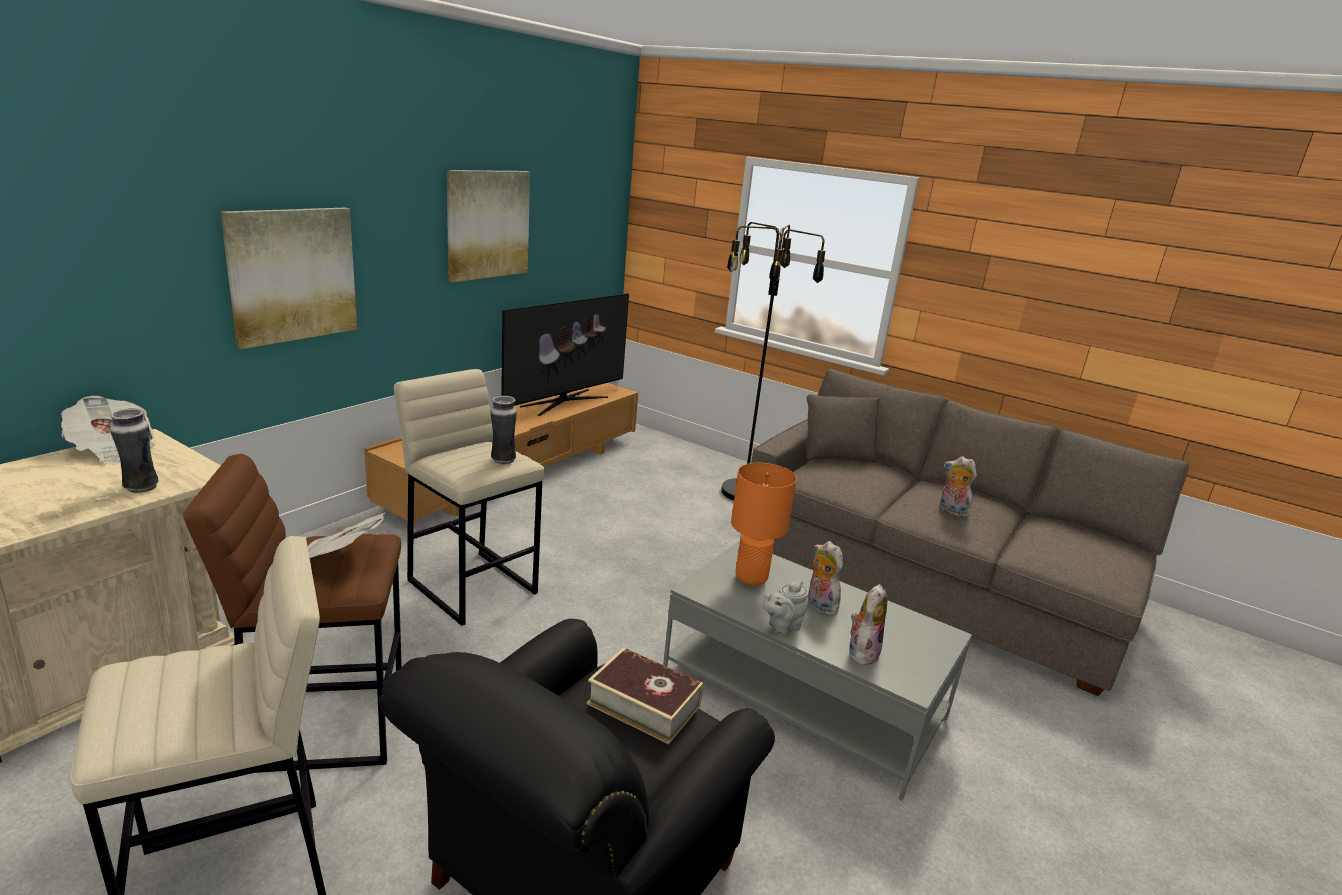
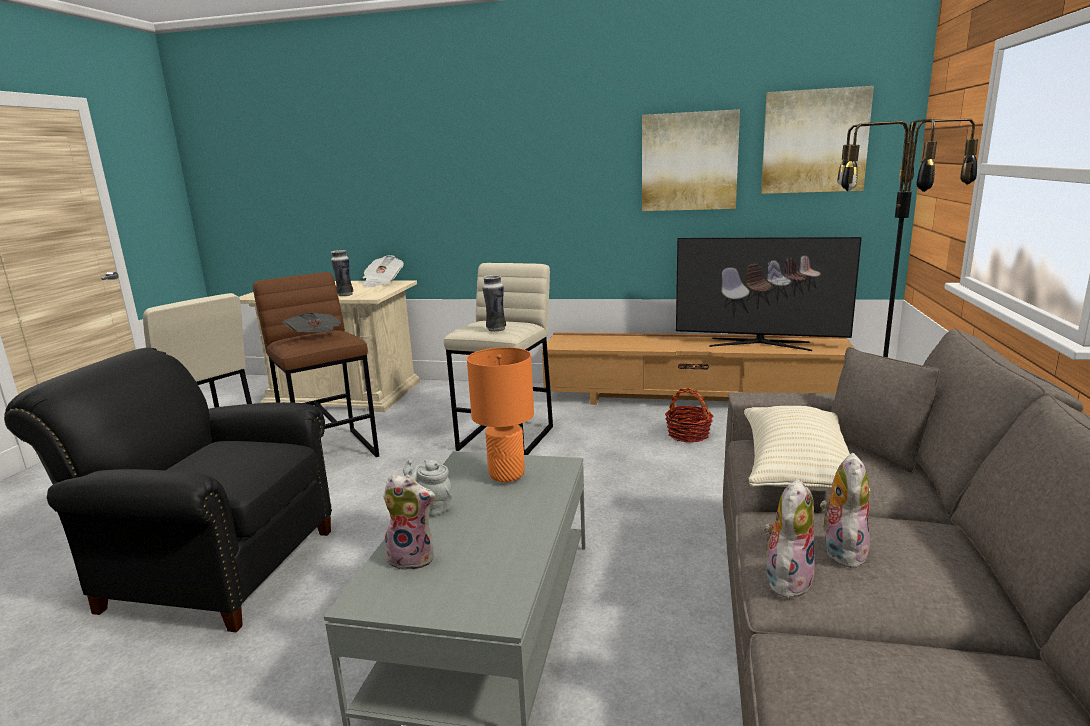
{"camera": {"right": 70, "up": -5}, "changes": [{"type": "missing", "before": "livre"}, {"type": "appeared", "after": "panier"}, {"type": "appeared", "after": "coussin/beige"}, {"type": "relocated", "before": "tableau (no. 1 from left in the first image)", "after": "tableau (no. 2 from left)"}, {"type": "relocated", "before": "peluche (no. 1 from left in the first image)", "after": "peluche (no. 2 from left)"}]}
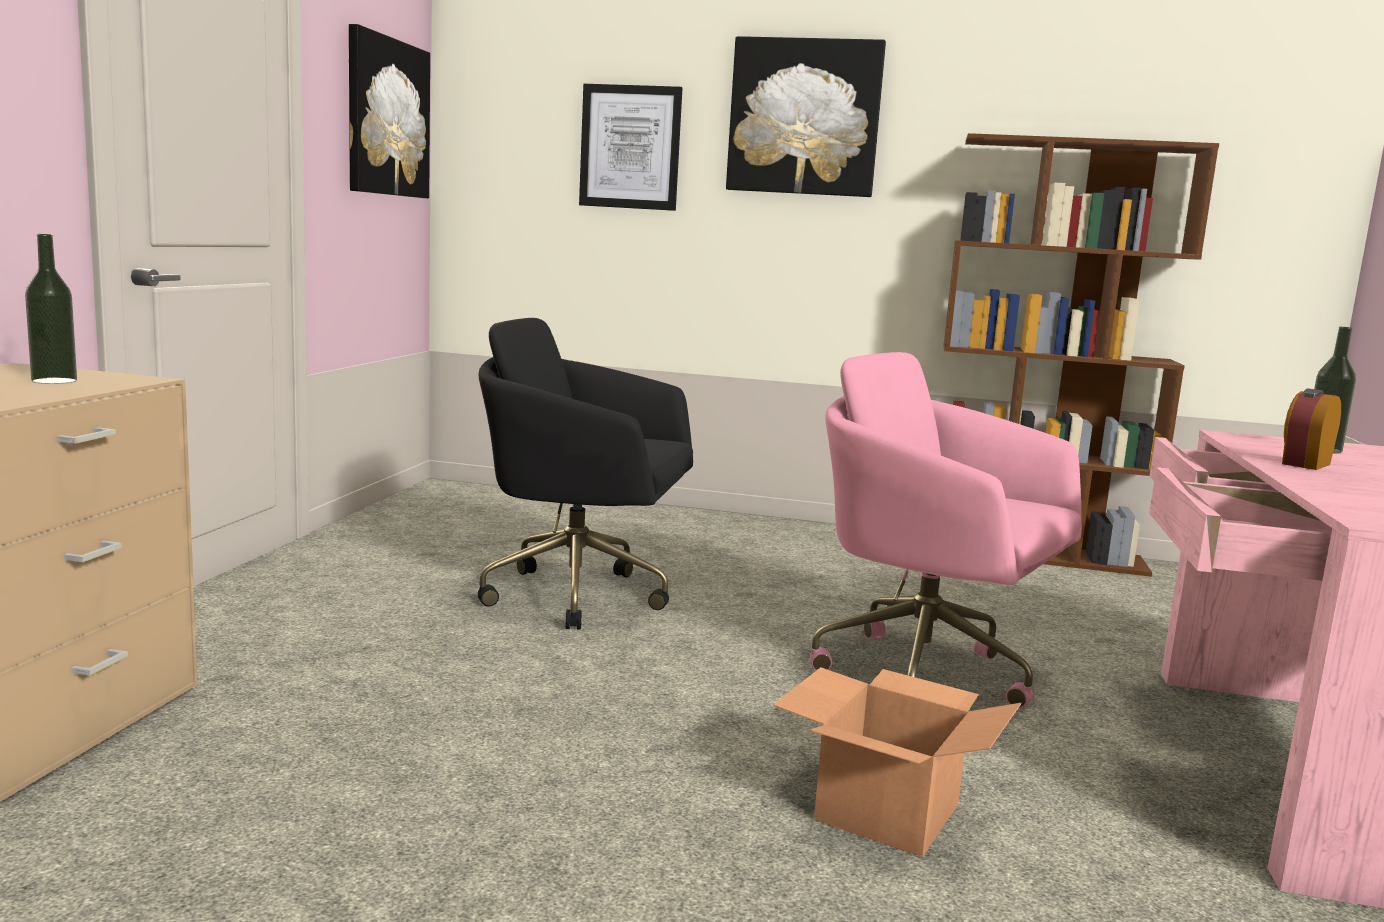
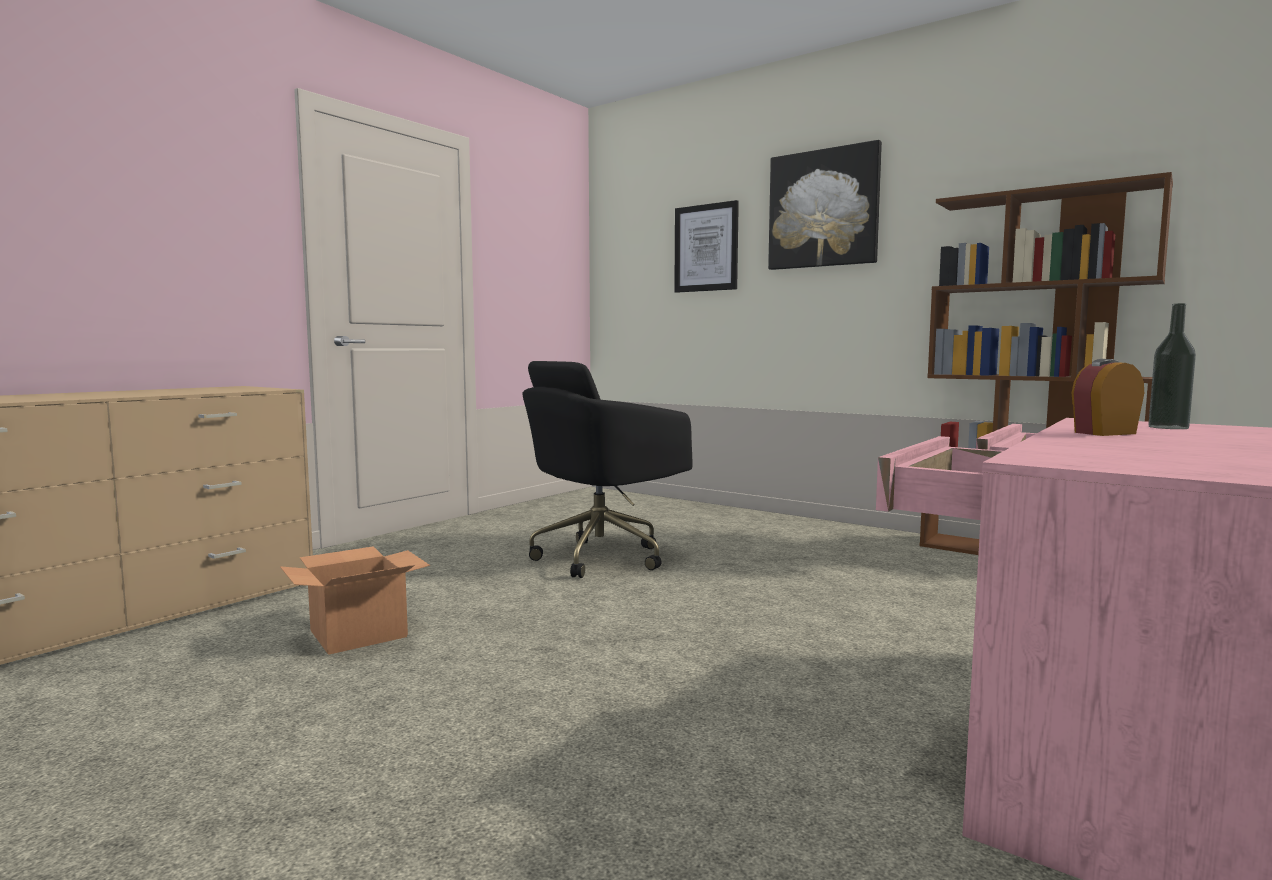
{"camera": {"right": 25, "up": -5}, "changes": [{"type": "missing", "before": "bouteille (no. 1 from left)"}, {"type": "missing", "before": "tableau (no. 1 from left)"}, {"type": "missing", "before": "chaise de bureau/rose"}, {"type": "relocated", "before": "carton"}, {"type": "spun", "before": "chaise de bureau/noir", "turn": -75}]}
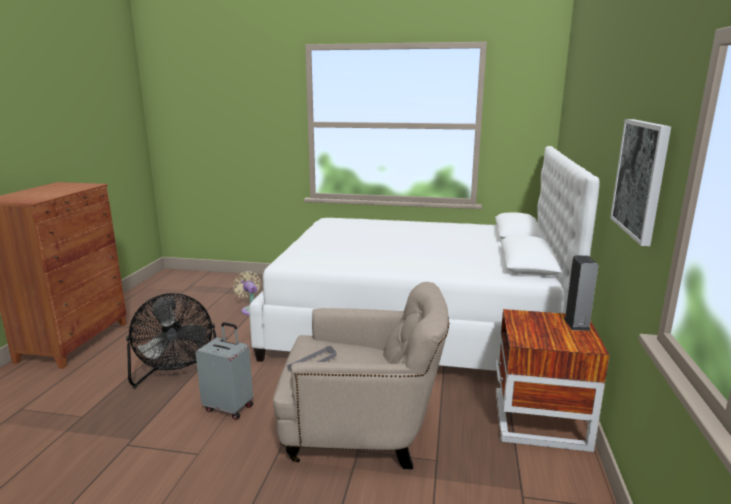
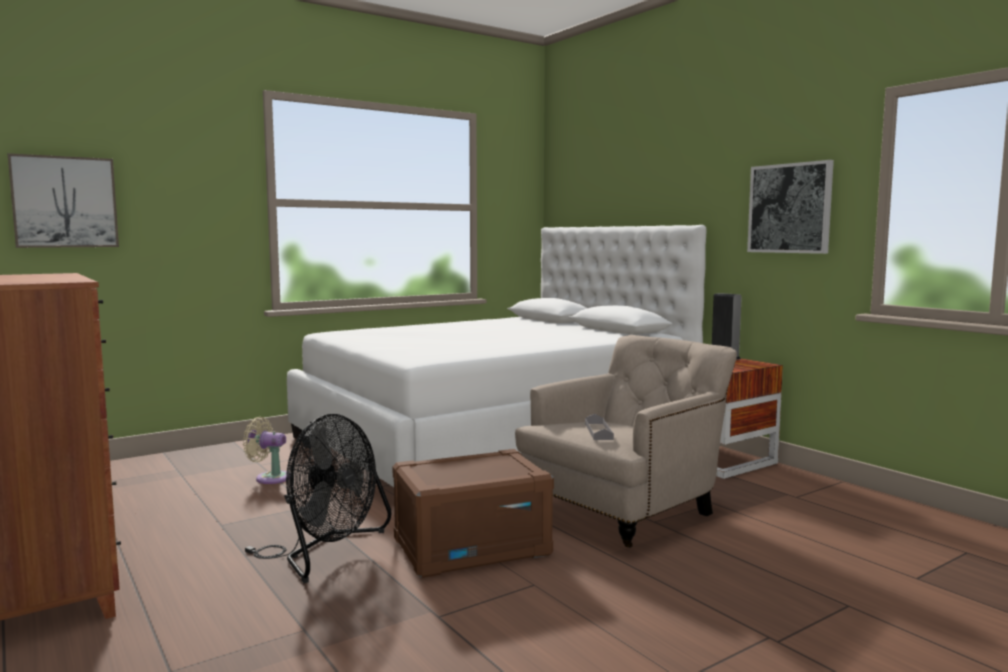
{"camera": {"right": -45, "up": -10}, "changes": [{"type": "appeared", "after": "tableau (no. 1 from left)"}, {"type": "exchanged", "before": "valise/gris", "after": "boîte de rangement/marron"}]}
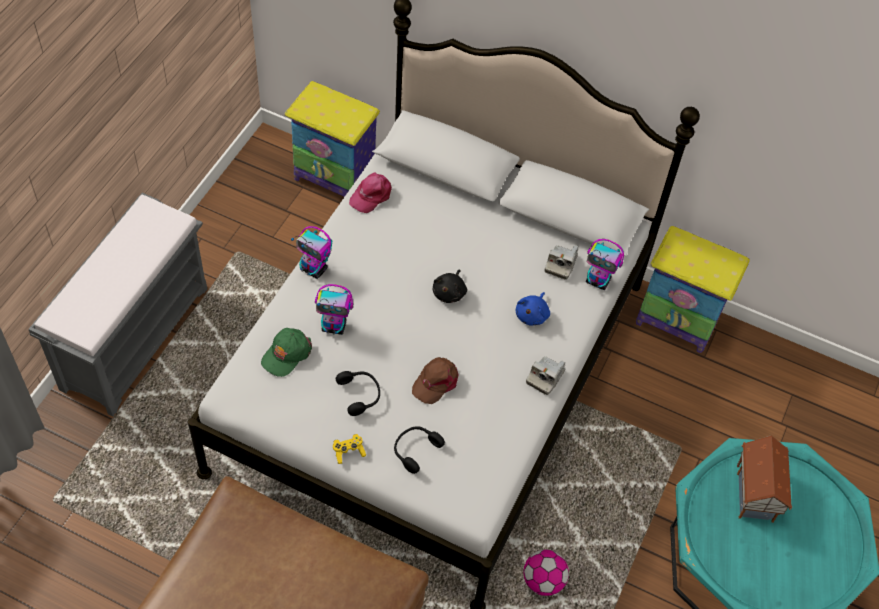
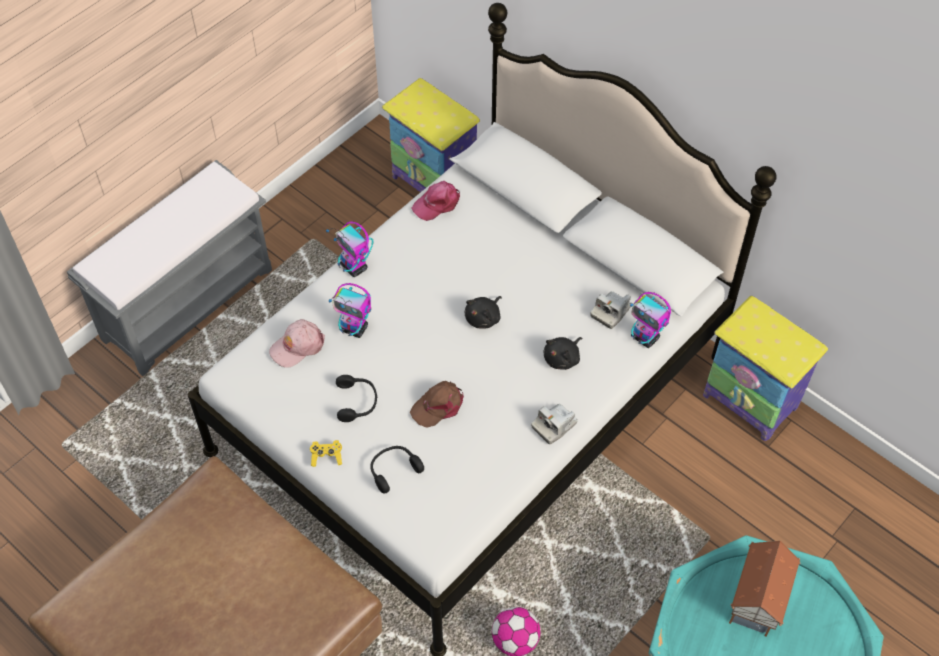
{"camera": {"right": 20, "up": 0}, "changes": [{"type": "colour", "before": "casquette/vert", "after": "casquette/rose (no. 1 from left)"}, {"type": "colour", "before": "peluche/bleu", "after": "peluche/noir (no. 2 from left)"}]}
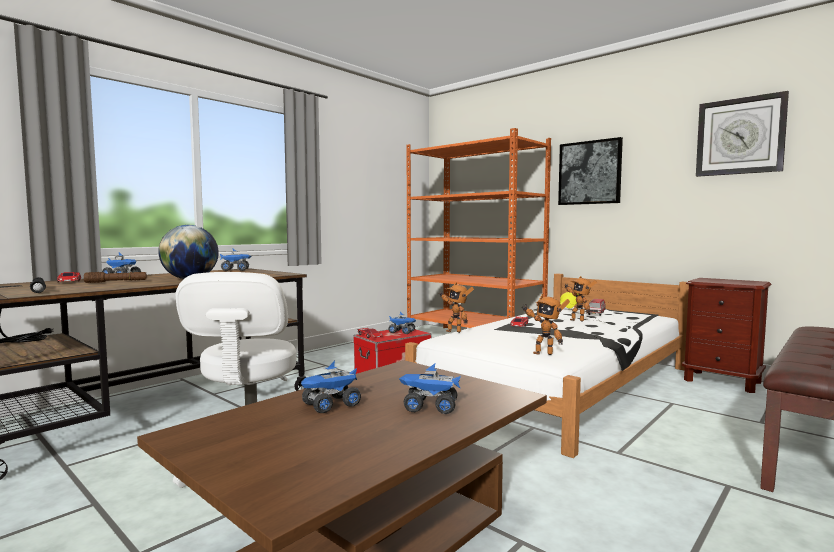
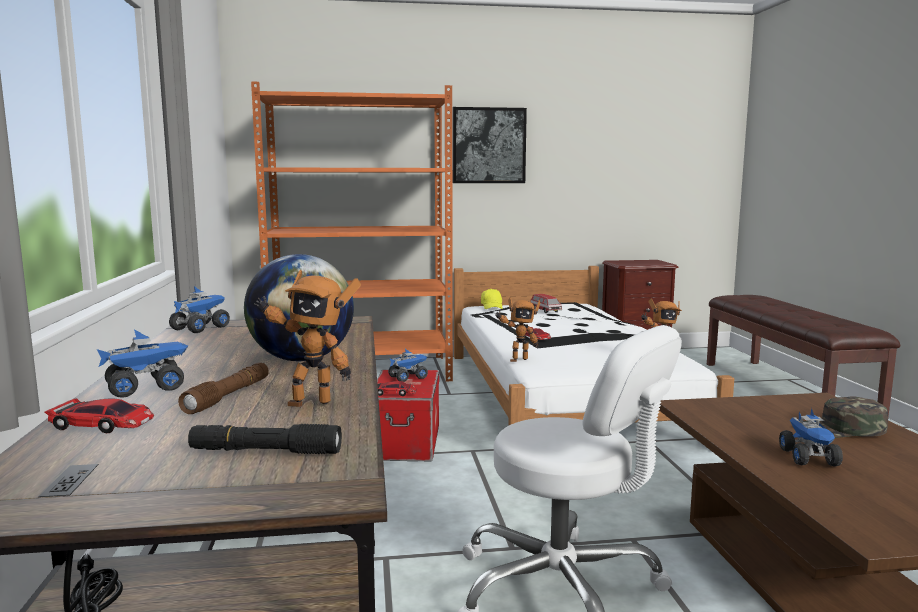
{"camera": {"right": -50, "up": 5}, "changes": [{"type": "missing", "before": "horloge murale"}, {"type": "relocated", "before": "robot jouet (no. 3 from left in the first image)", "after": "robot jouet (no. 1 from left)"}, {"type": "exchanged", "before": "camion jouet (no. 5 from left)", "after": "casquette/vert"}]}
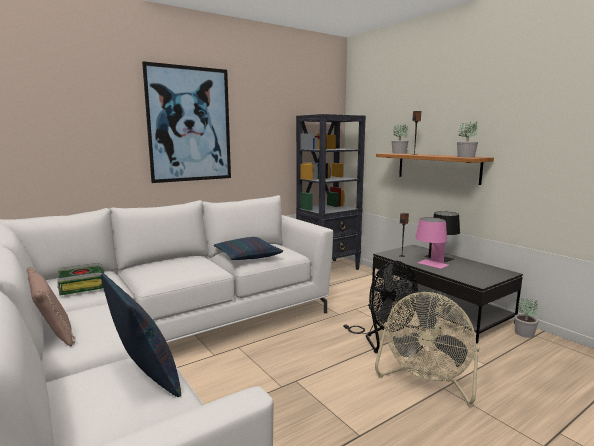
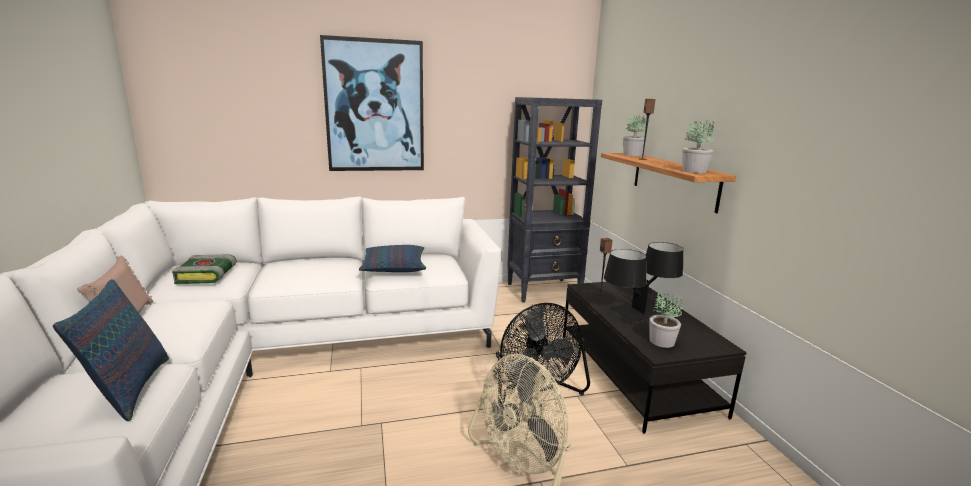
{"camera": {"right": 20, "up": 5}, "changes": [{"type": "relocated", "before": "plante en pot (no. 3 from left in the first image)", "after": "plante en pot (no. 2 from left)"}, {"type": "colour", "before": "lampe de table/rose", "after": "lampe de table/noir (no. 1 from left)"}]}
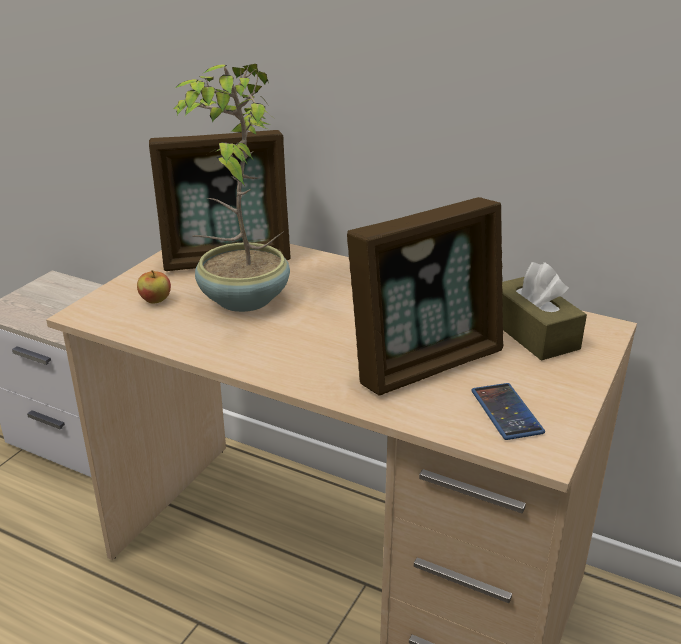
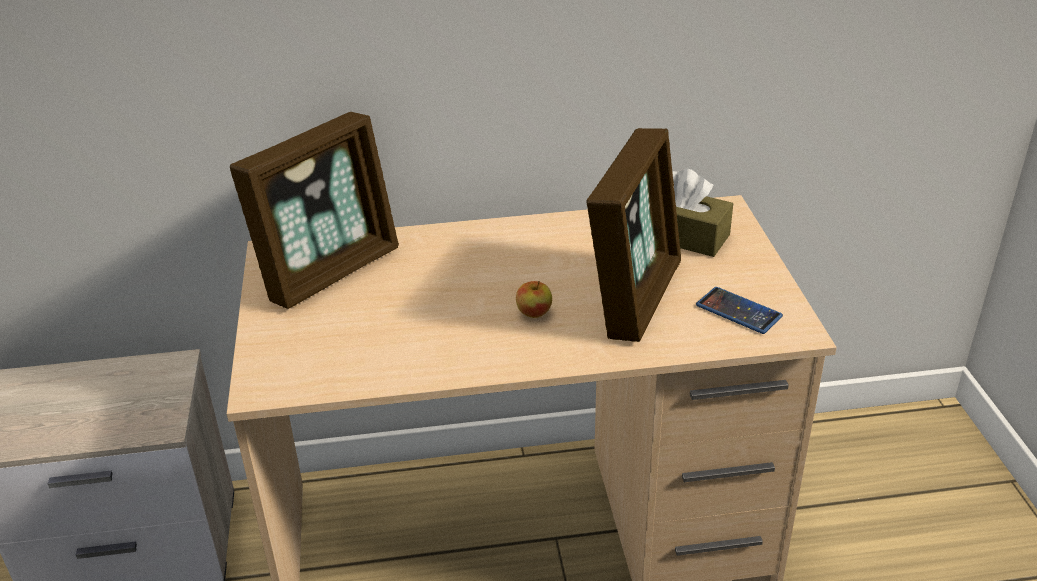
{"camera": {"right": -35, "up": 5}, "changes": [{"type": "missing", "before": "plante en pot"}, {"type": "relocated", "before": "pomme"}]}
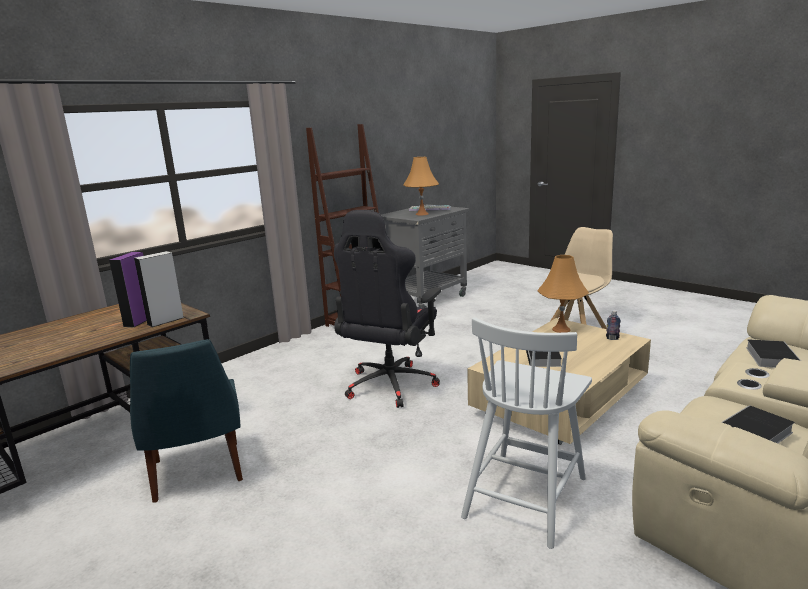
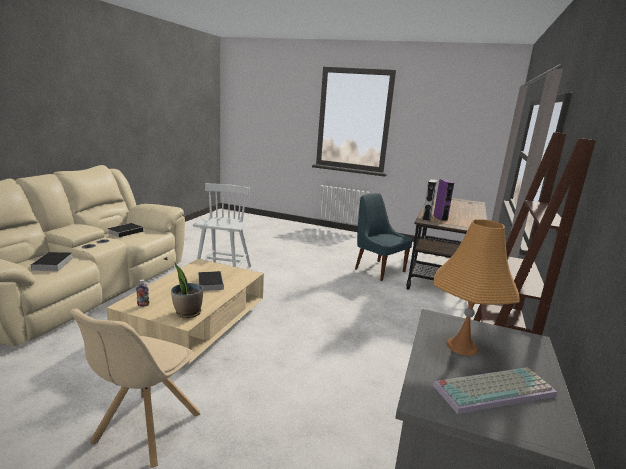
{"camera": {"right": 155, "up": 0}, "changes": [{"type": "missing", "before": "chaise de bureau/noir"}, {"type": "exchanged", "before": "lampe de table/orange (no. 2 from left)", "after": "plante en pot"}]}
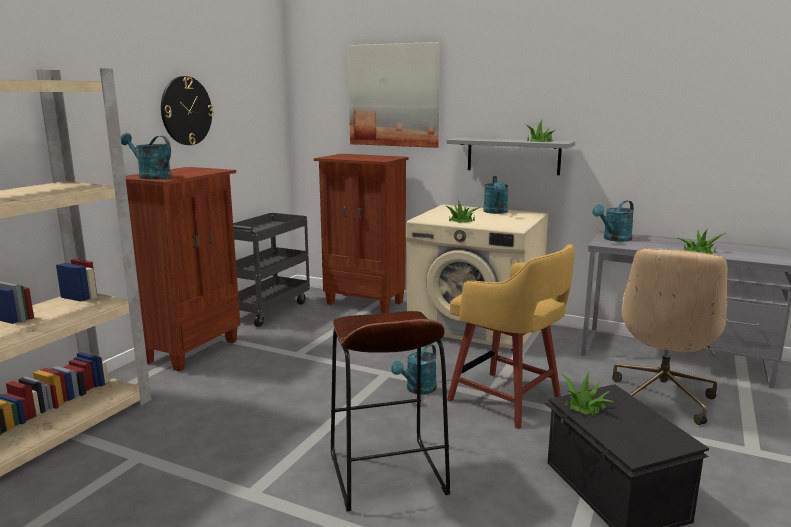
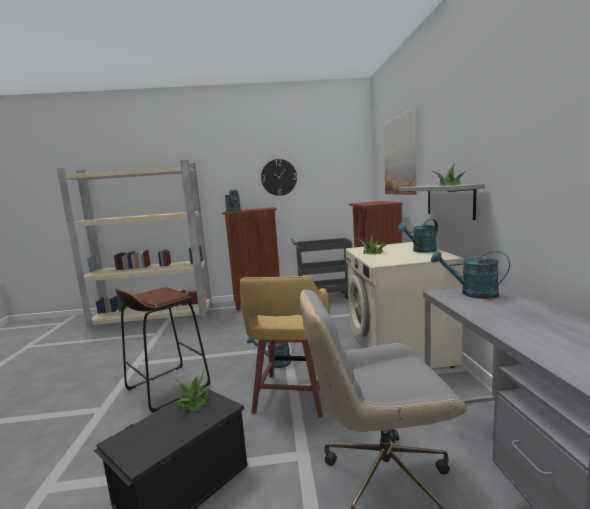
{"camera": {"right": 60, "up": -5}, "changes": [{"type": "missing", "before": "plante en pot (no. 4 from left)"}]}
